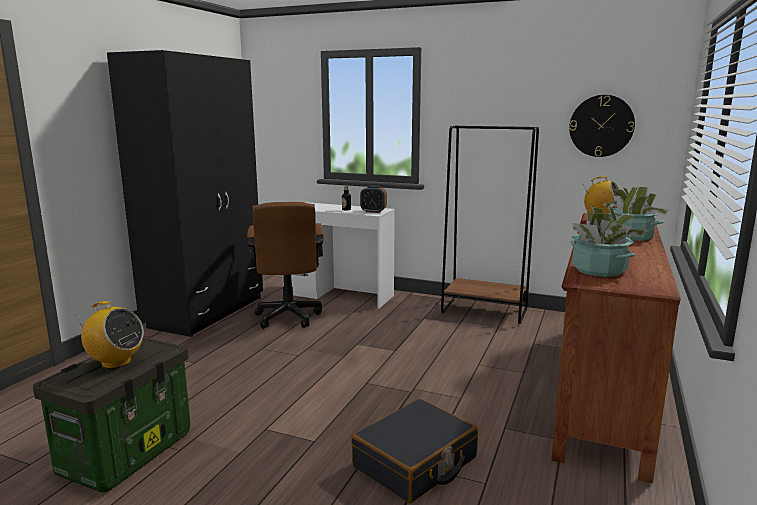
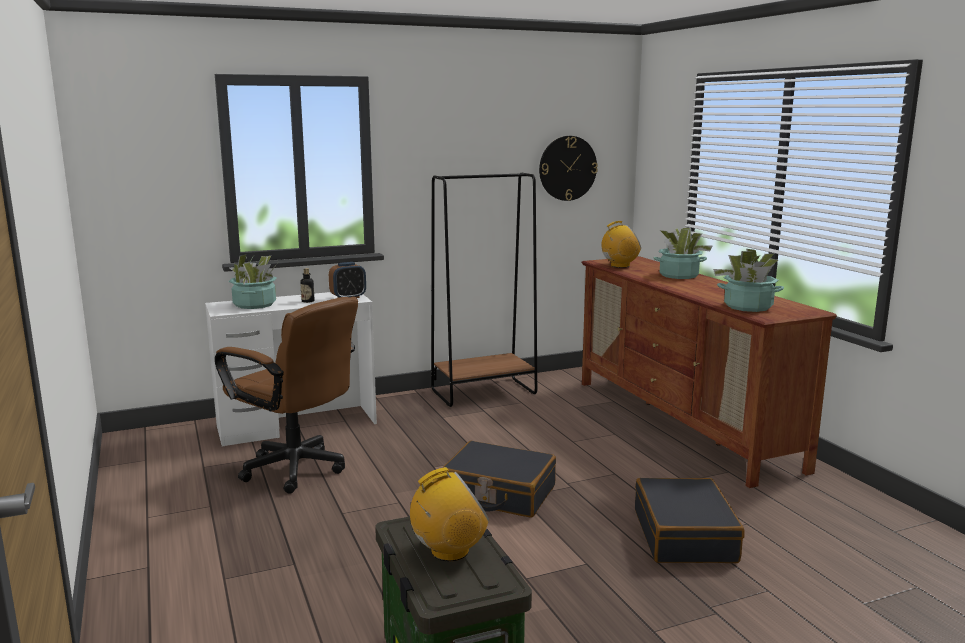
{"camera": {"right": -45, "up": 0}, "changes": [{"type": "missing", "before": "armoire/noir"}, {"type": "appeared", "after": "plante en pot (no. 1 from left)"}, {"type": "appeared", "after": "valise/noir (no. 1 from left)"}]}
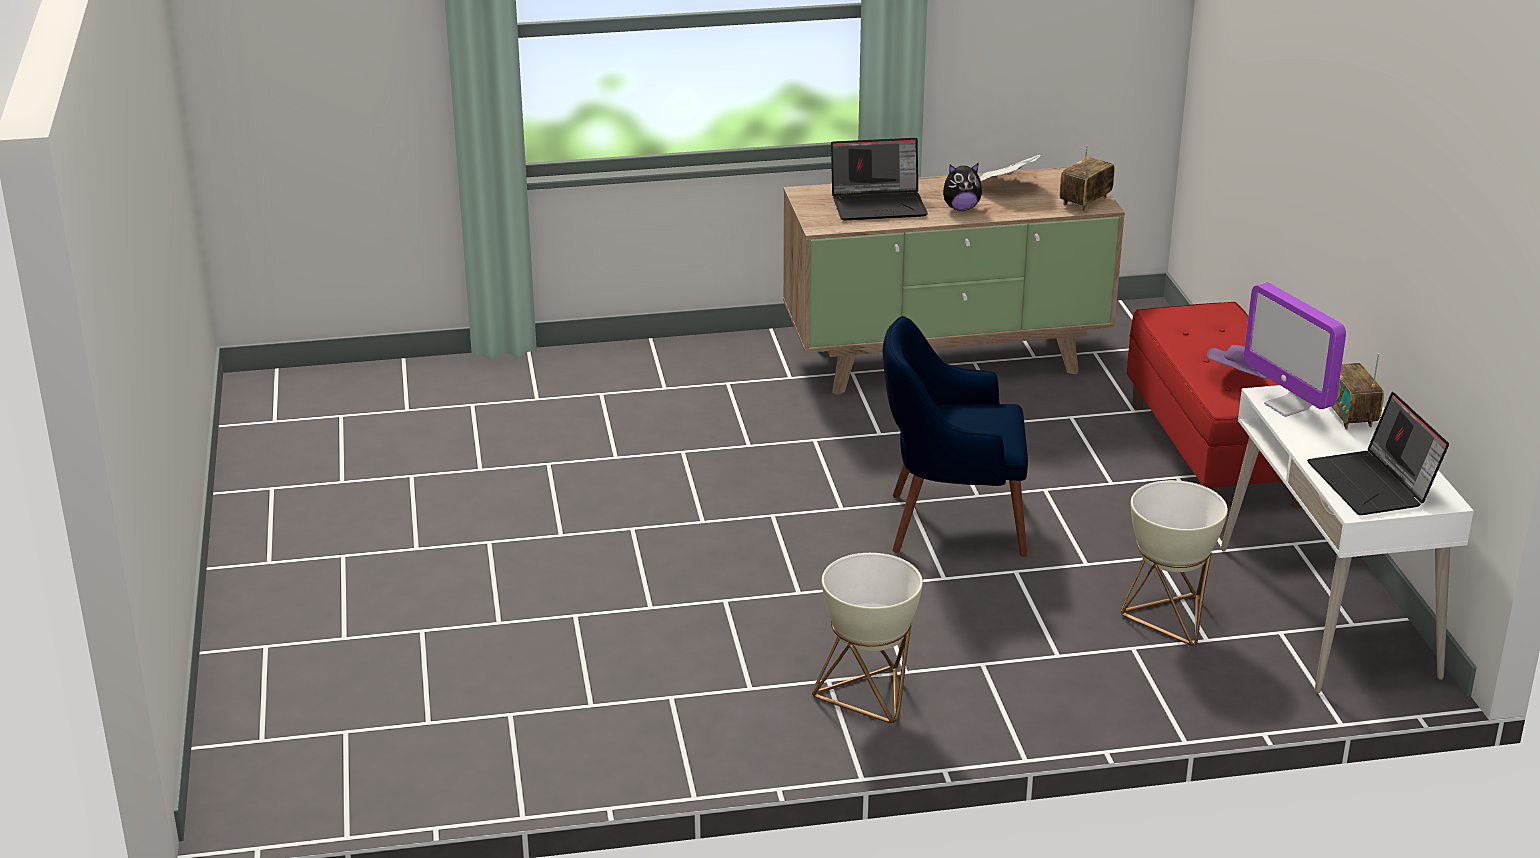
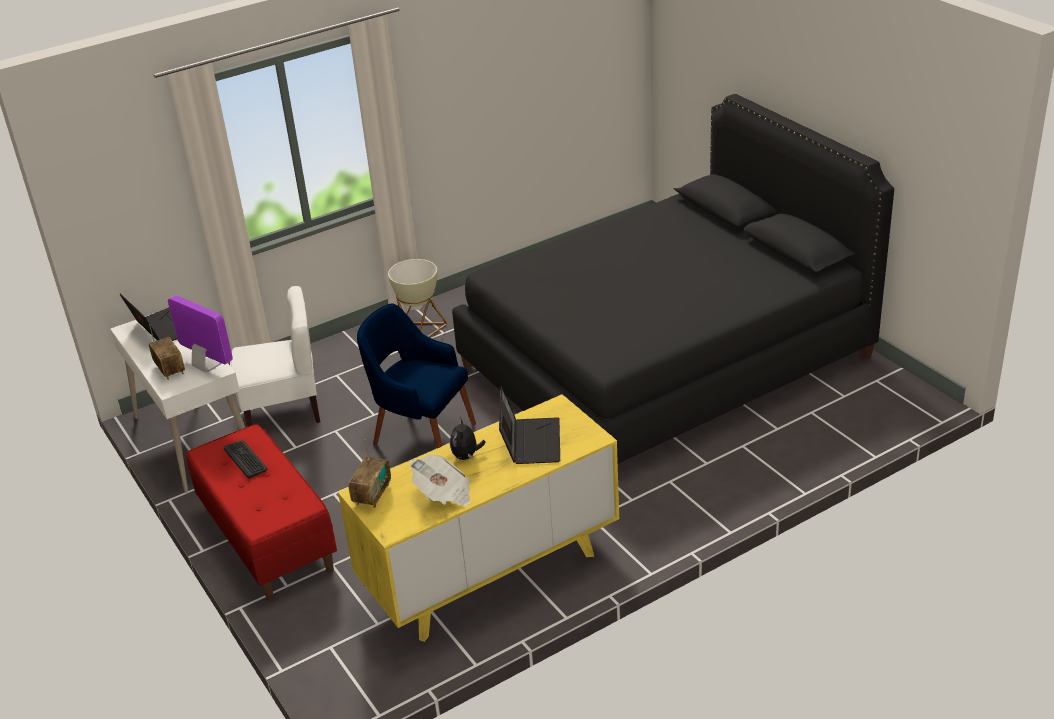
{"camera": {"right": 160, "up": 5}, "changes": [{"type": "appeared", "after": "lit/noir"}, {"type": "exchanged", "before": "cache-pot (no. 2 from left)", "after": "chaise/blanc"}, {"type": "exchanged", "before": "chapeau/violet", "after": "clavier"}, {"type": "colour", "before": "commode/vert", "after": "commode/jaune"}, {"type": "spun", "before": "ordinateur portable (no. 1 from left in the first image)", "turn": 120}, {"type": "spun", "before": "fauteuil/bleu", "turn": -135}, {"type": "spun", "before": "peluche", "turn": -60}]}
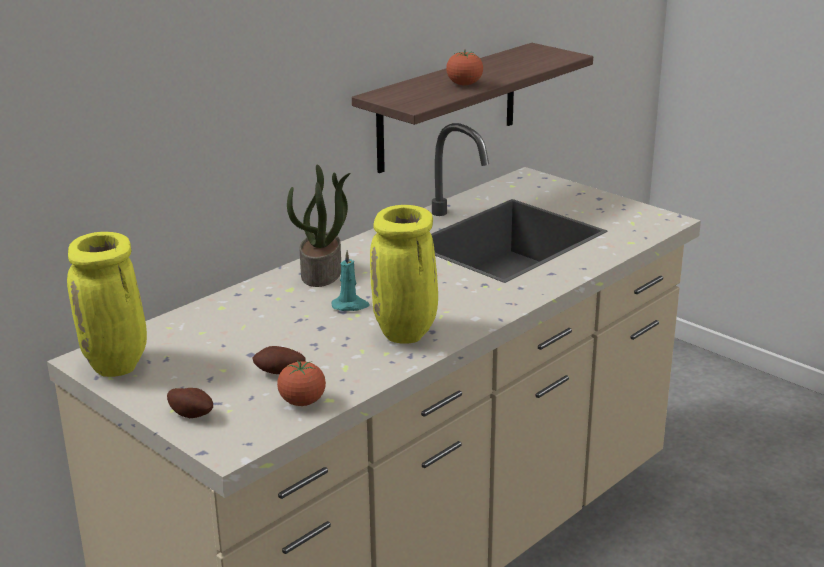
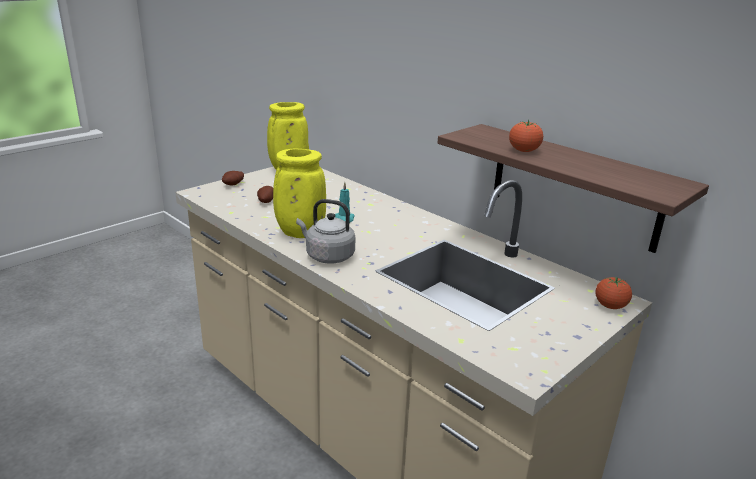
{"camera": {"right": 90, "up": 0}, "changes": [{"type": "missing", "before": "plante en pot"}, {"type": "appeared", "after": "bouilloire/gris"}, {"type": "relocated", "before": "tomate (no. 1 from left in the first image)", "after": "tomate (no. 2 from left)"}]}
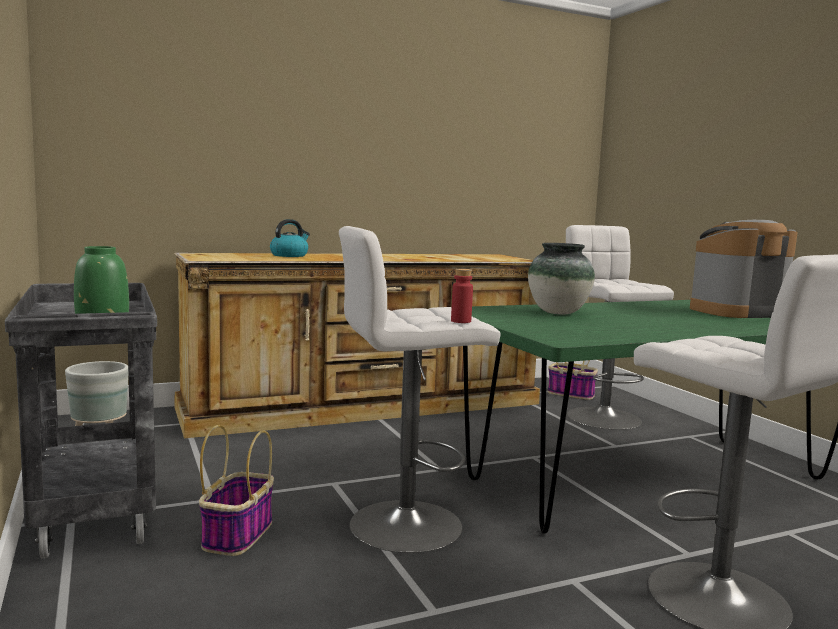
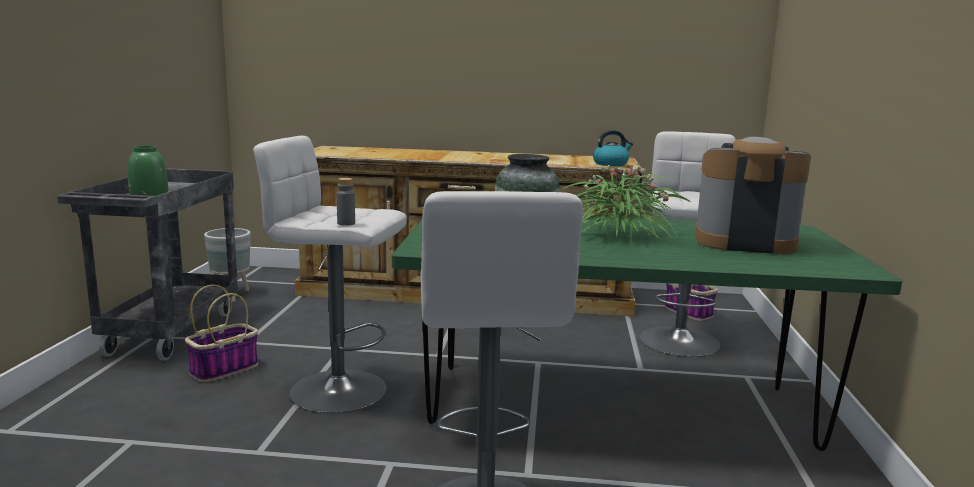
{"camera": {"right": 30, "up": 5}, "changes": [{"type": "appeared", "after": "plante en pot"}, {"type": "relocated", "before": "bouilloire"}, {"type": "colour", "before": "bouteille/rouge", "after": "bouteille/gris"}]}
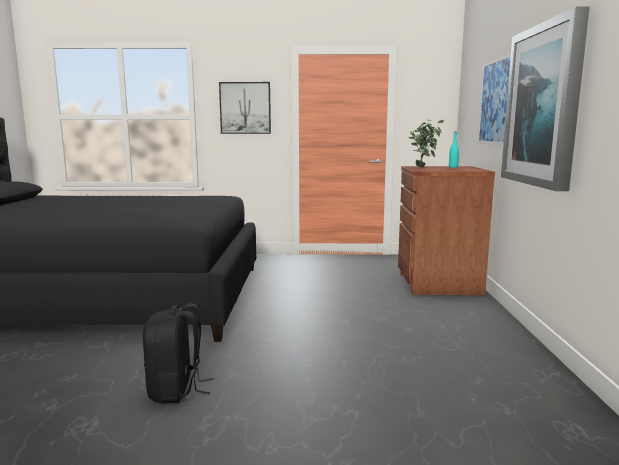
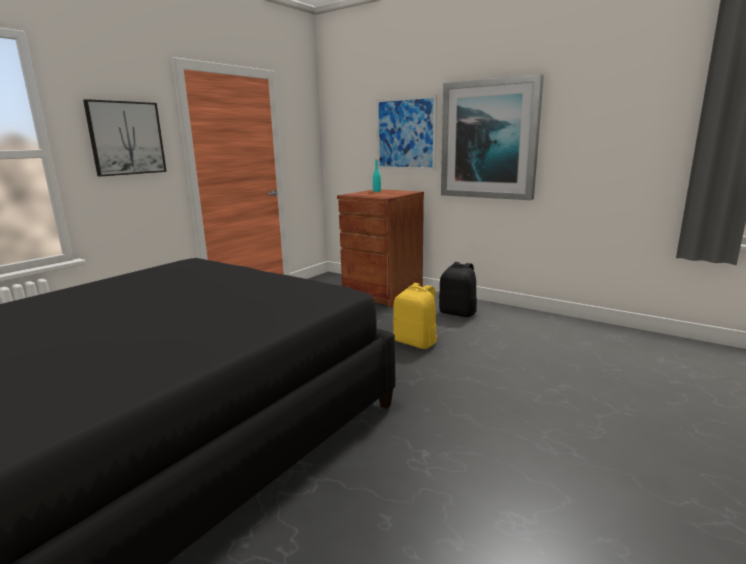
{"camera": {"right": -55, "up": 5}, "changes": [{"type": "missing", "before": "plante en pot"}, {"type": "appeared", "after": "sac à dos/jaune"}, {"type": "relocated", "before": "sac à dos/noir"}]}
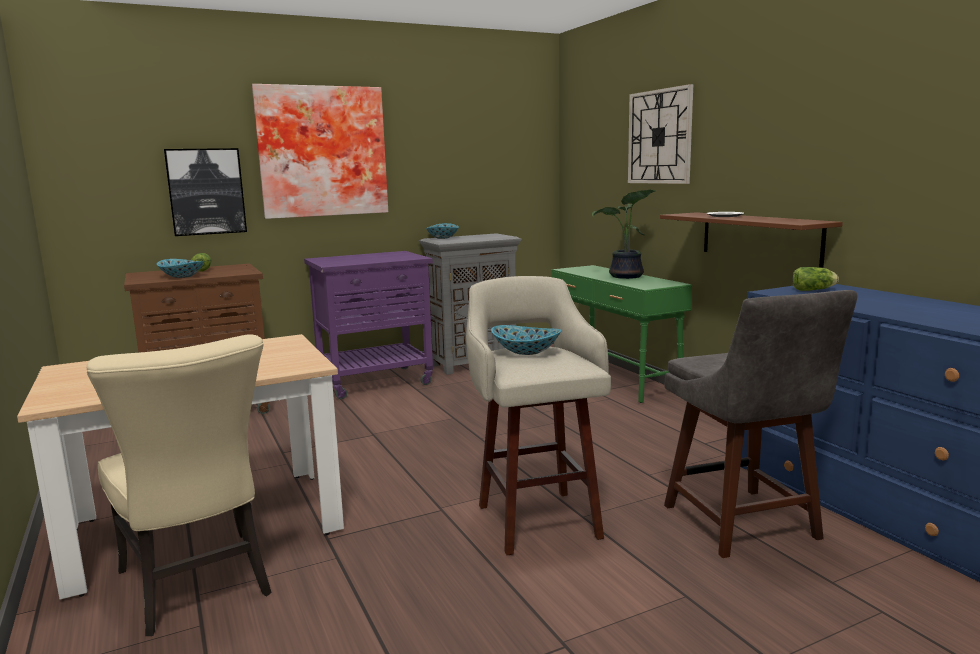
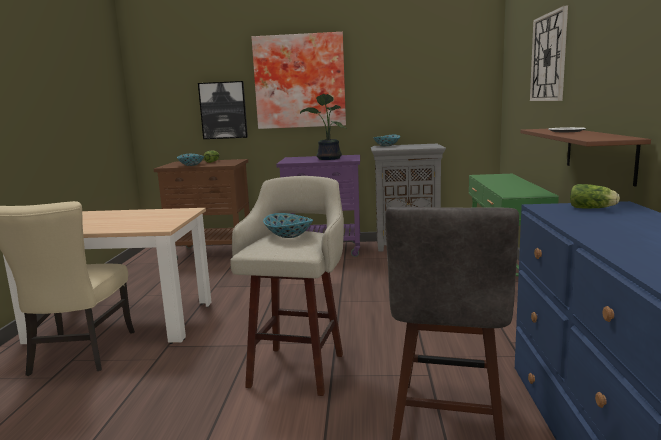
{"camera": {"right": 30, "up": 0}, "changes": [{"type": "relocated", "before": "plante en pot"}]}
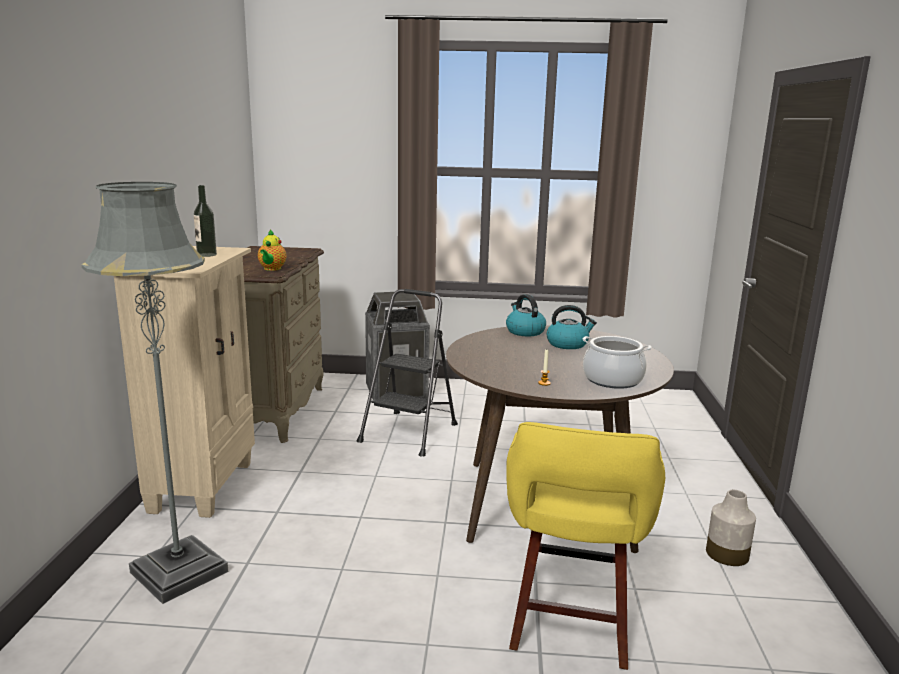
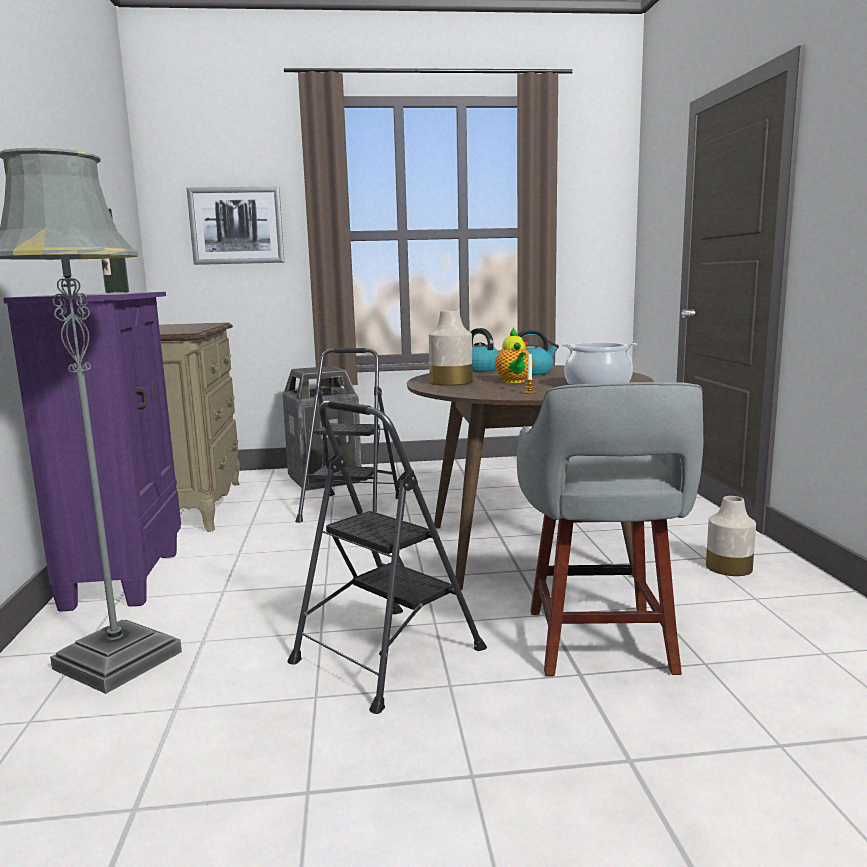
{"camera": {"right": -10, "up": -5}, "changes": [{"type": "appeared", "after": "tableau"}, {"type": "appeared", "after": "escabeau/noir (no. 2 from left)"}, {"type": "appeared", "after": "vase/beige (no. 1 from left)"}, {"type": "relocated", "before": "théière"}, {"type": "colour", "before": "meuble de rangement/beige", "after": "meuble de rangement/violet"}, {"type": "colour", "before": "tabouret/jaune", "after": "tabouret/gris"}]}
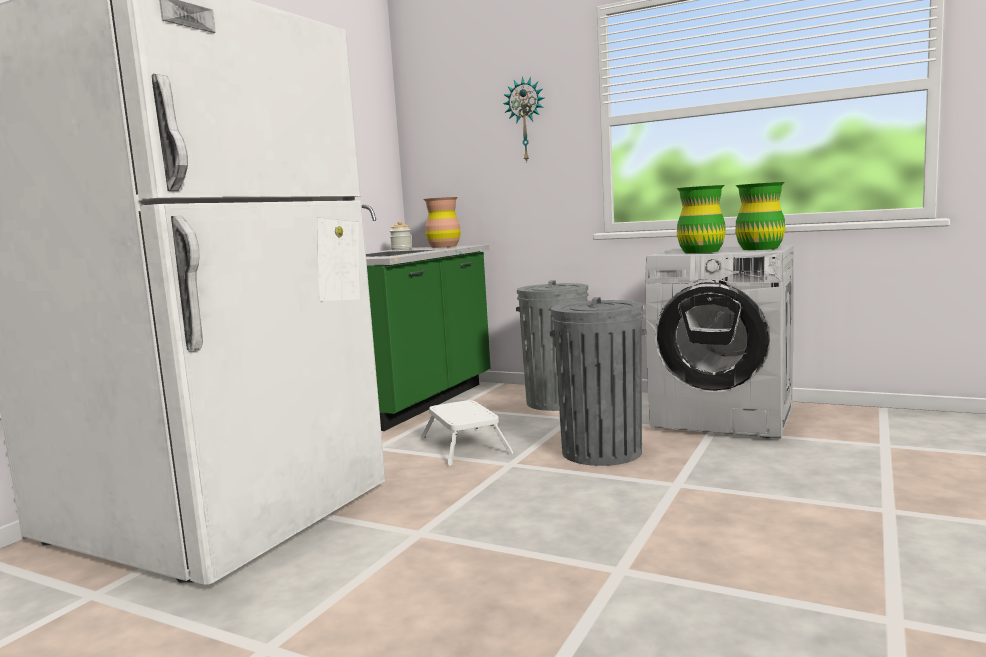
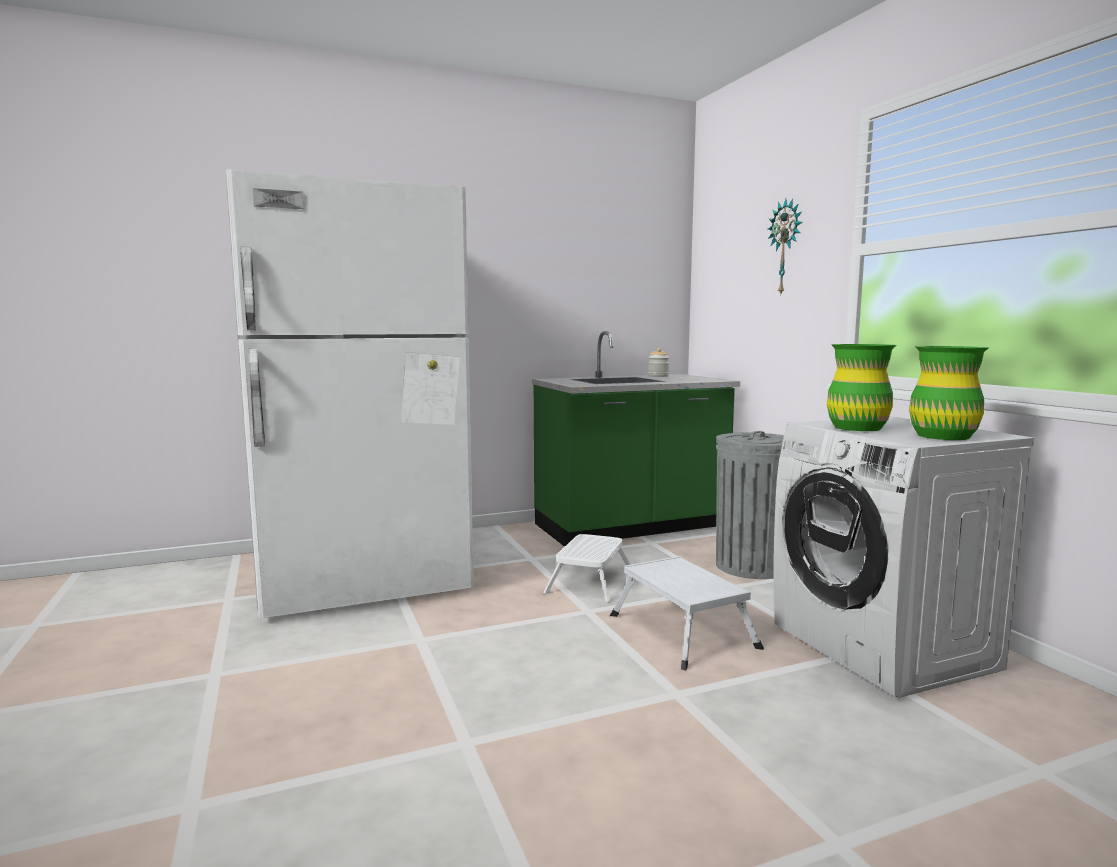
{"camera": {"right": 40, "up": 0}, "changes": [{"type": "missing", "before": "vase/marron"}, {"type": "exchanged", "before": "poubelle/gris (no. 2 from left)", "after": "escabeau/blanc (no. 2 from left)"}]}
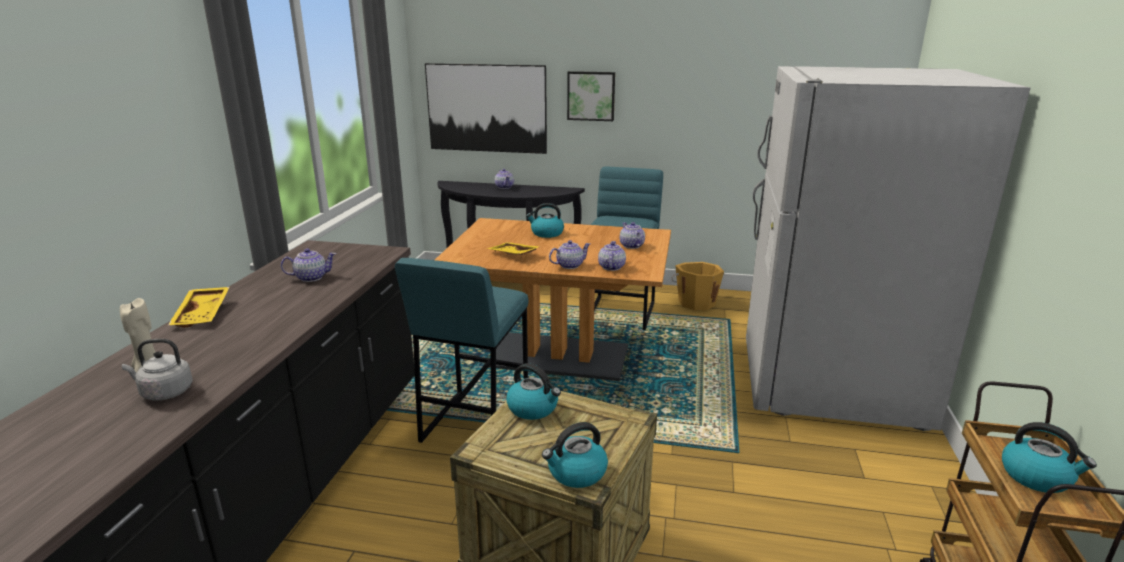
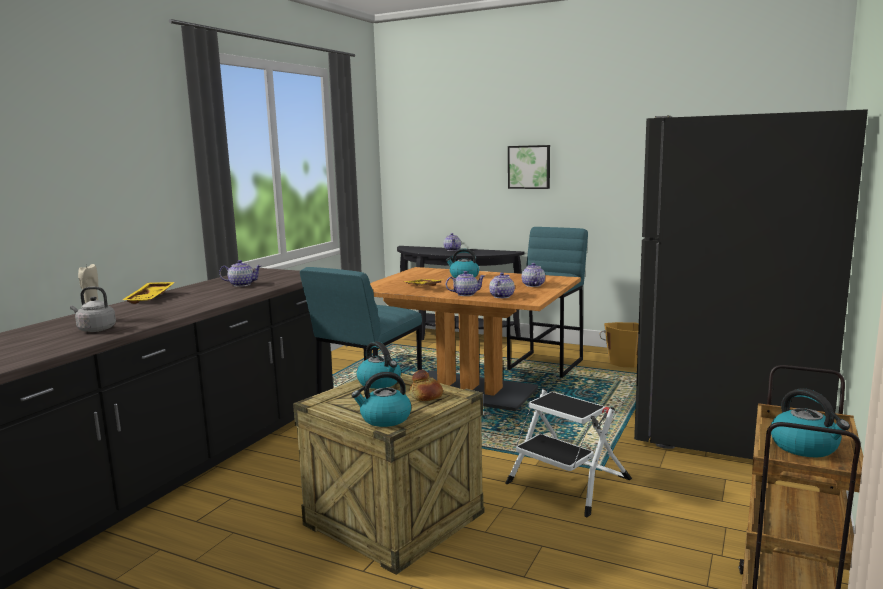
{"camera": {"right": 15, "up": -10}, "changes": [{"type": "missing", "before": "tableau (no. 1 from left)"}, {"type": "appeared", "after": "pain"}, {"type": "appeared", "after": "escabeau"}, {"type": "colour", "before": "réfrigérateur/blanc", "after": "réfrigérateur/noir"}]}
